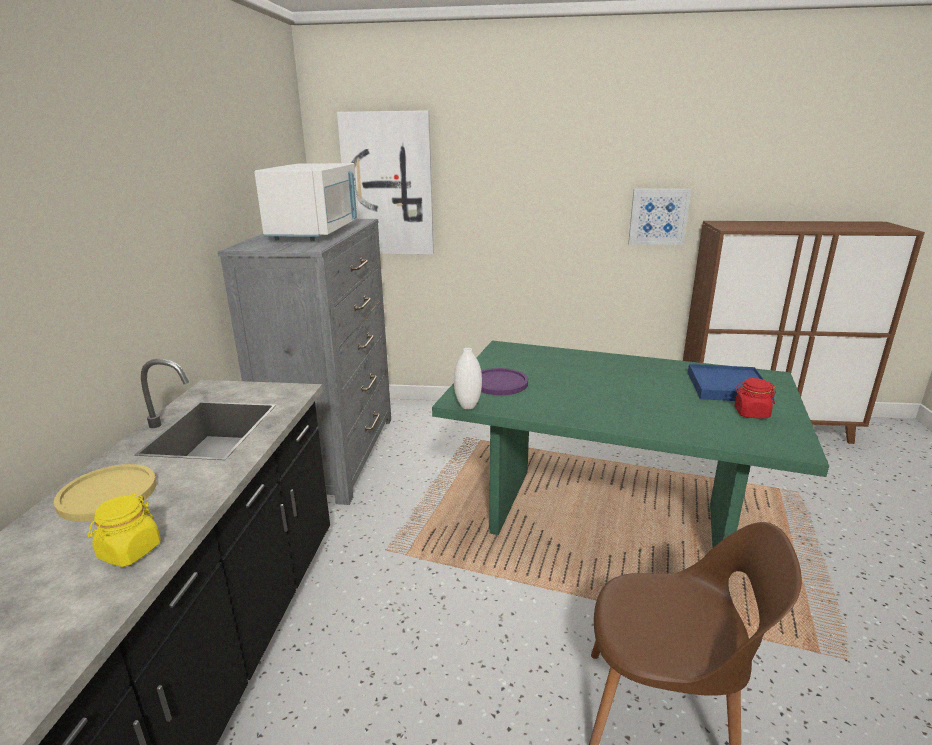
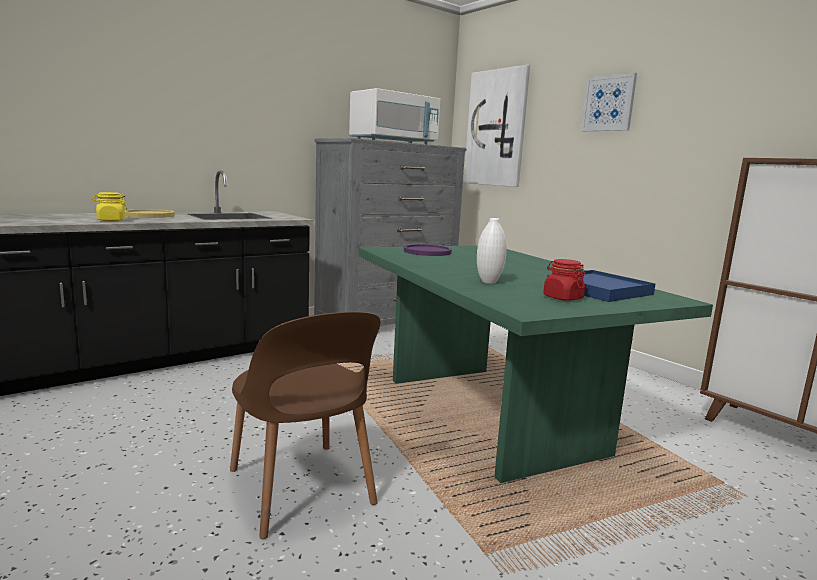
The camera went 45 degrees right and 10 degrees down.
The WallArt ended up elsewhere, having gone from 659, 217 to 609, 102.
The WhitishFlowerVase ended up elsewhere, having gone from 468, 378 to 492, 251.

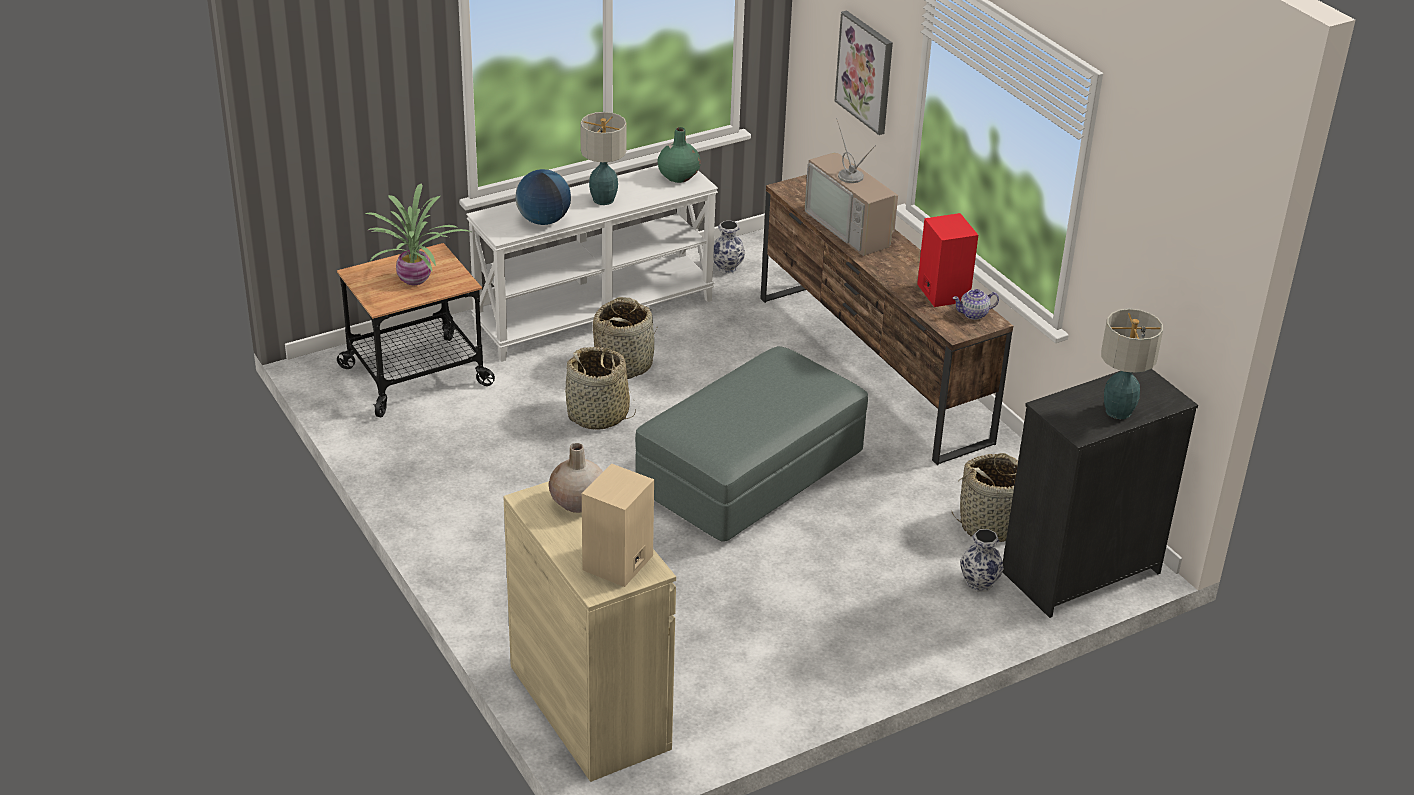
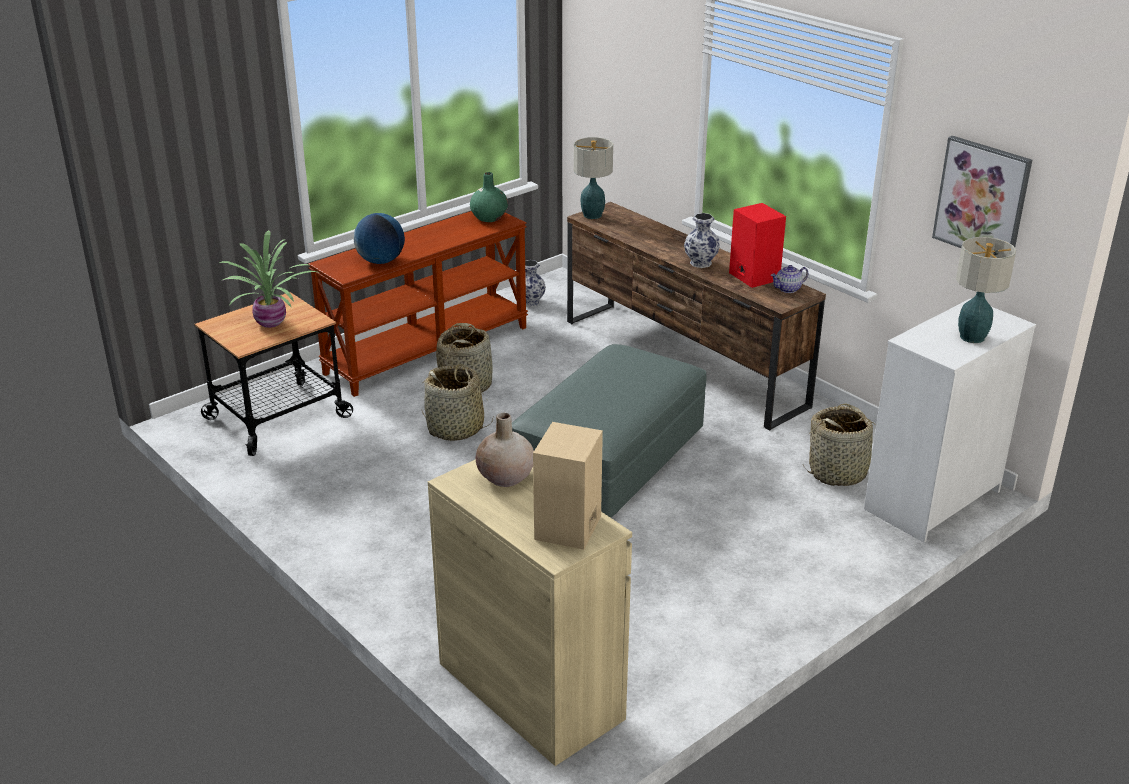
The camera went 10 degrees left and 5 degrees down.
The WallArt ended up elsewhere, having gone from 864, 72 to 982, 192.
The LampForATable ended up elsewhere, having gone from 603, 158 to 593, 178.
The second view lost the Television at 851, 187.
What was the WhitishNarrowTable at 592, 263 turned into the BrownishNarrowTable at 418, 304.
What was the BlackColouredDrawerChest at 1100, 493 turned into the WhitishDrawerChest at 950, 420.
The FlowerVase ended up elsewhere, having gone from 982, 560 to 702, 240.

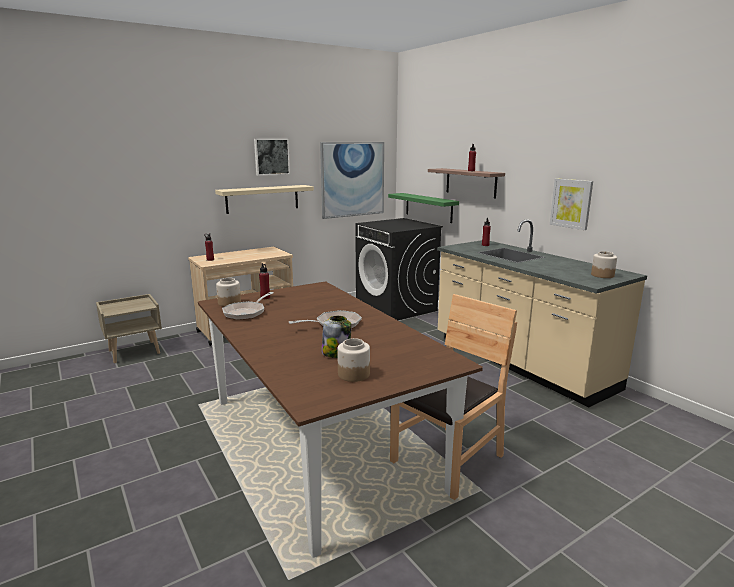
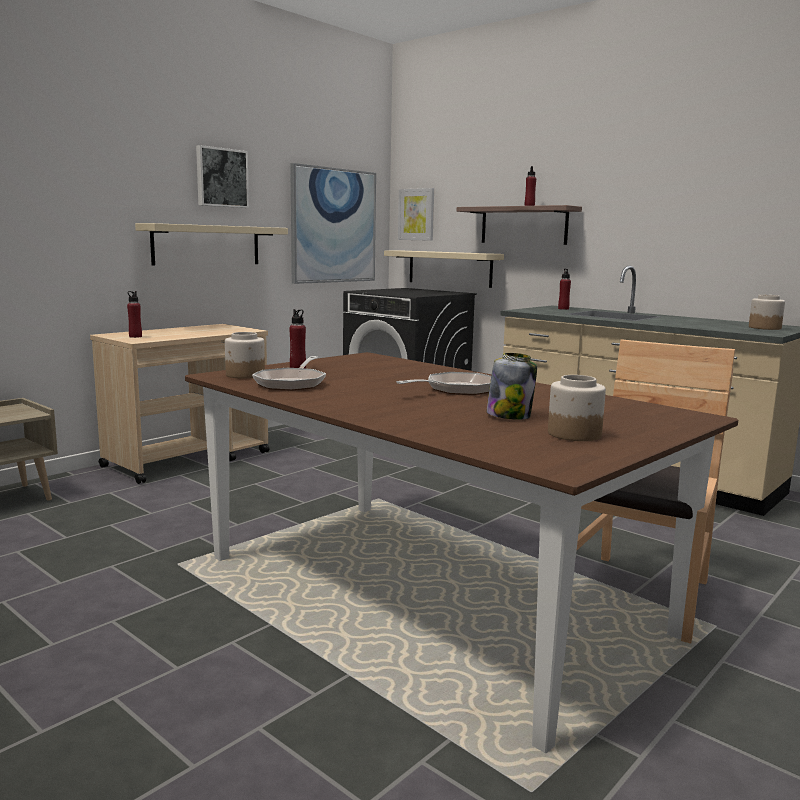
The camera went 15 degrees left and 5 degrees down.
The WallArt ended up elsewhere, having gone from 571, 204 to 416, 214.
What was the GreenColouredShelf at 423, 208 turned into the BeigeShelf at 444, 269.

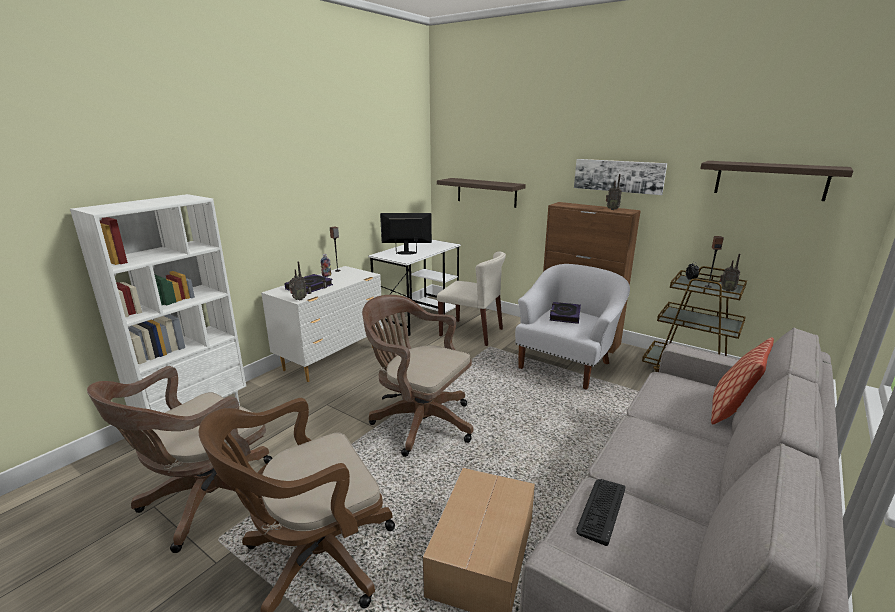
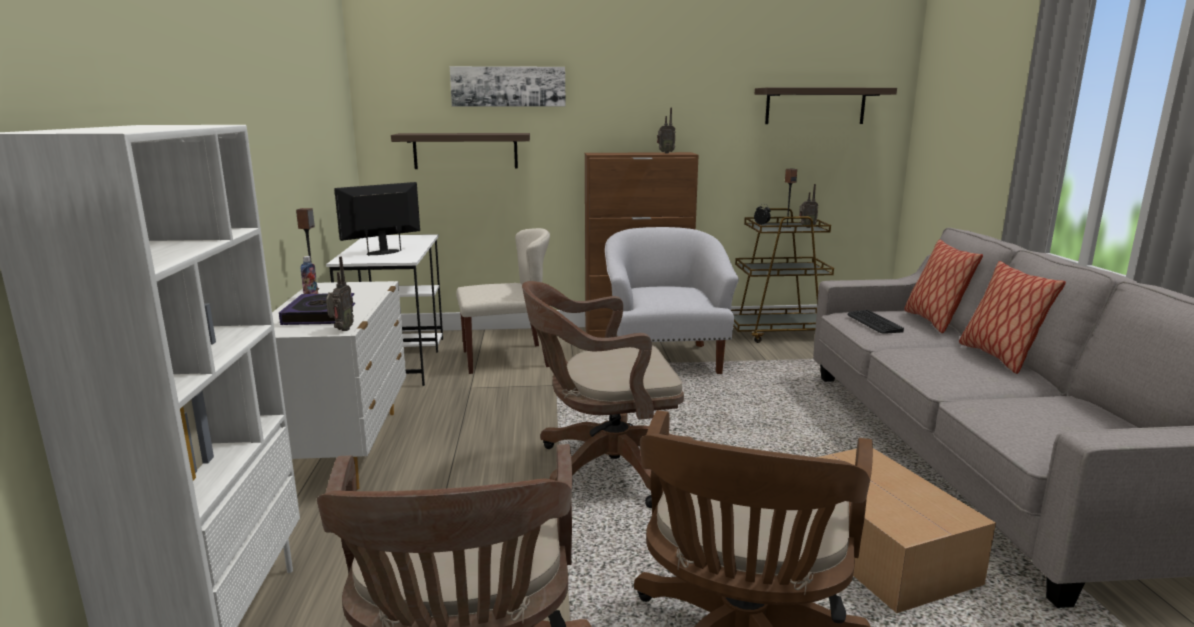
The camera went 40 degrees left and 5 degrees down.
The WallArt ended up elsewhere, having gone from 620, 177 to 508, 86.
The second view lost the Book at 565, 313.
The PcKeyboard ended up elsewhere, having gone from 600, 512 to 876, 322.
The second view gained the Cushion at 1012, 317.

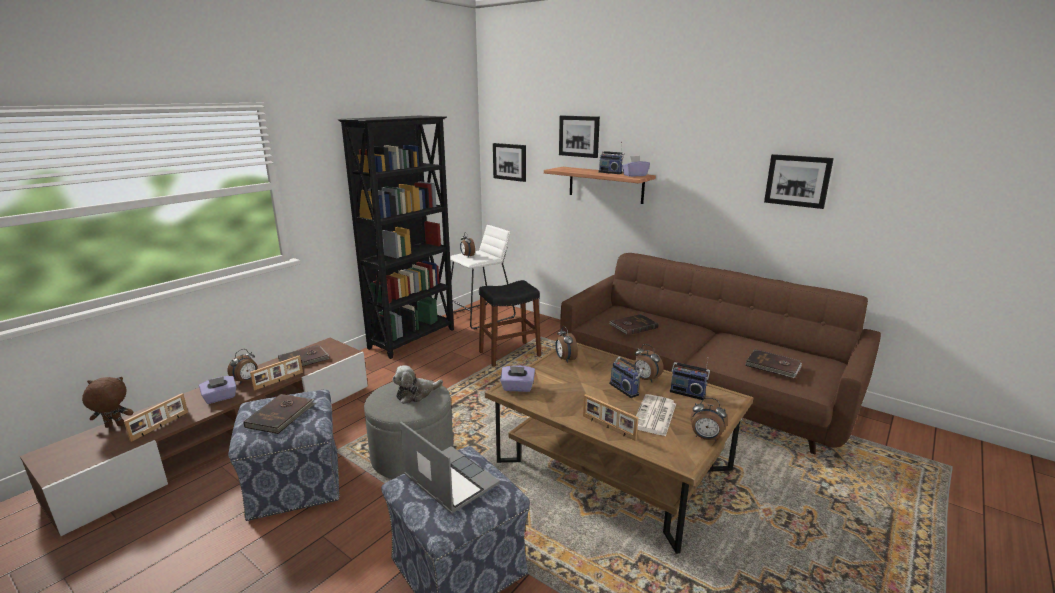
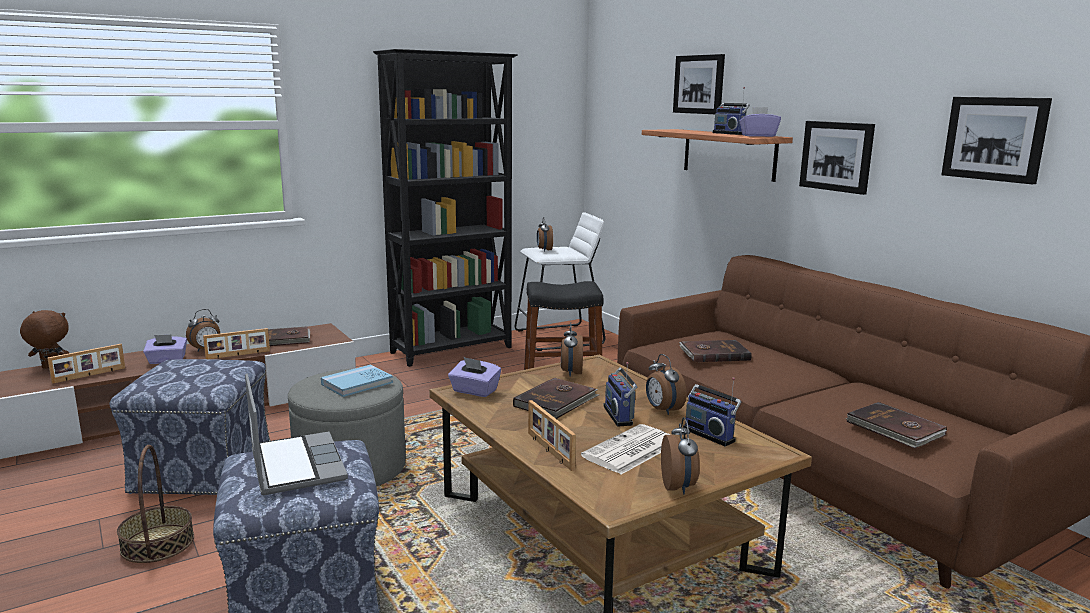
The camera went 20 degrees right and 5 degrees down.
The WallArt ended up elsewhere, having gone from 509, 162 to 837, 158.
Where the CuddlyToy stood at 417, 384, the BlueBook came to stand at 357, 381.
The BrownishBook ended up elsewhere, having gone from 279, 414 to 556, 398.
The TableClock at 709, 419 ended up facing another way, 135 degrees counterclockwise from before.
The second view gained the StorageBasket at 155, 504.

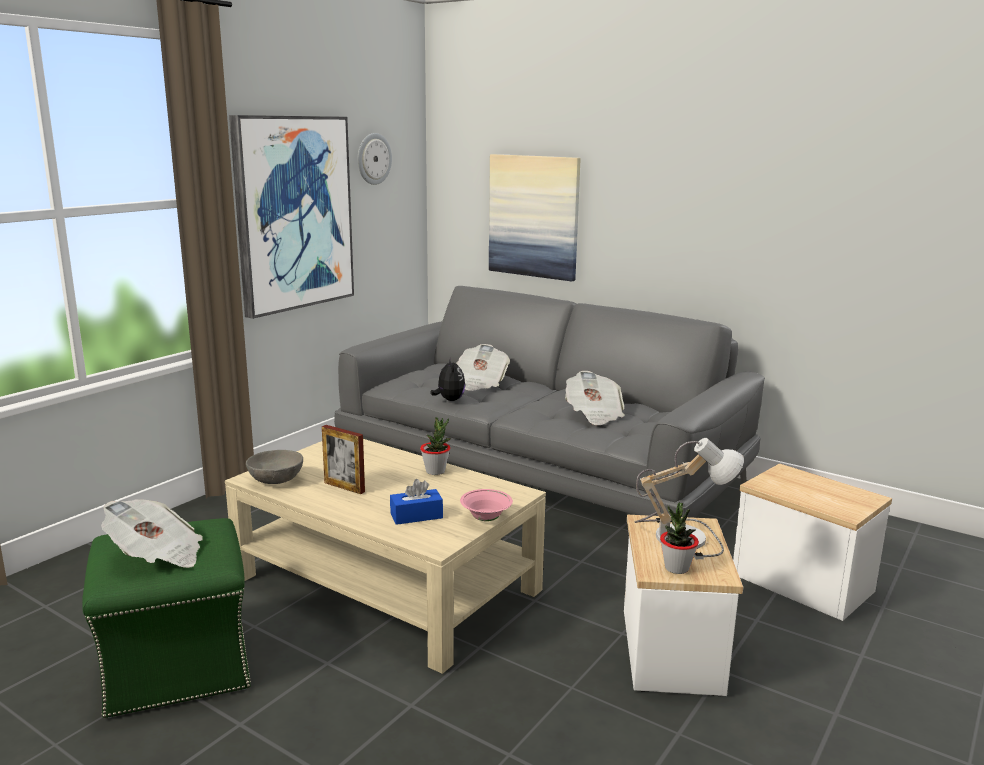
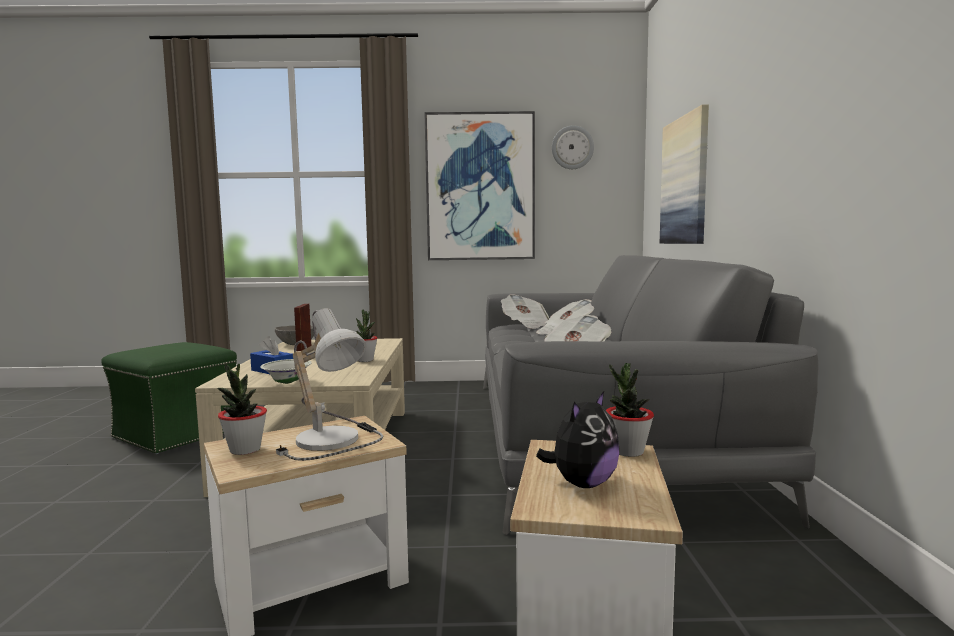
The camera went 55 degrees right and 10 degrees down.
The CuddlyToy ended up elsewhere, having gone from 448, 379 to 577, 439.
What was the PinkServingBowl at 486, 505 turned into the WhitishServingBowl at 286, 371.
The DailyPaper ended up elsewhere, having gone from 152, 533 to 525, 312.
The second view gained the PottedPlant at 630, 410.

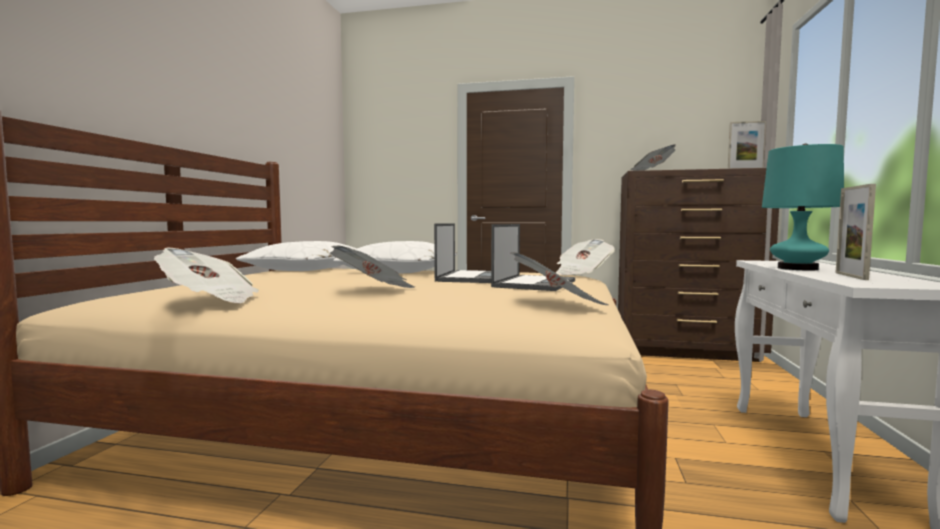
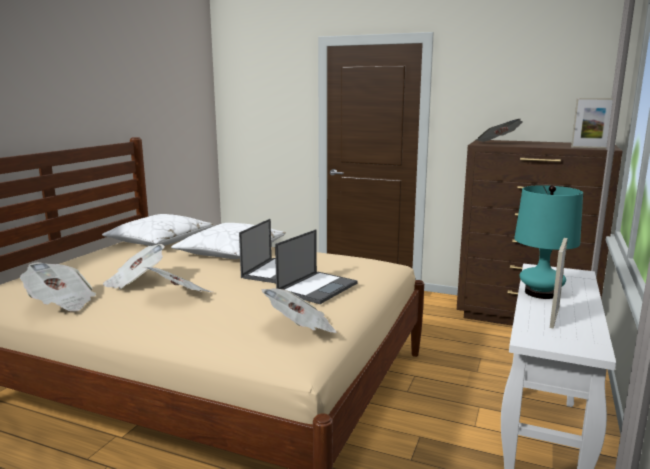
The camera went 10 degrees right and 10 degrees up.
The DailyPaper ended up elsewhere, having gone from 585, 257 to 134, 266.

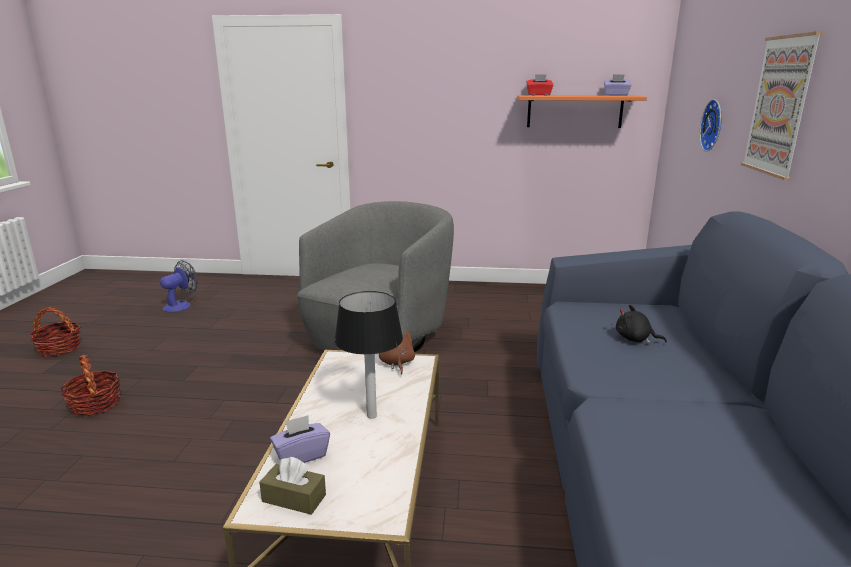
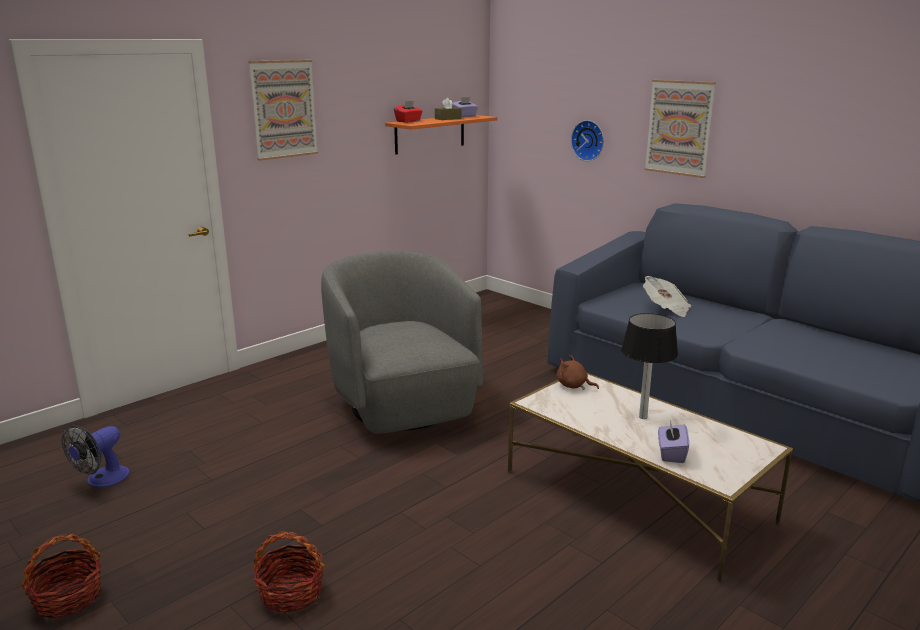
The camera went 50 degrees left and 0 degrees up.
The CoolingFan at 179, 286 ended up facing another way, 135 degrees counterclockwise from before.
Where the BlackColouredCuddlyToy stood at 641, 324, the DailyPaper came to stand at 667, 296.
The BrownishTissueHolder ended up elsewhere, having gone from 292, 486 to 448, 109.
The second view gained the WallArt at 283, 110.

